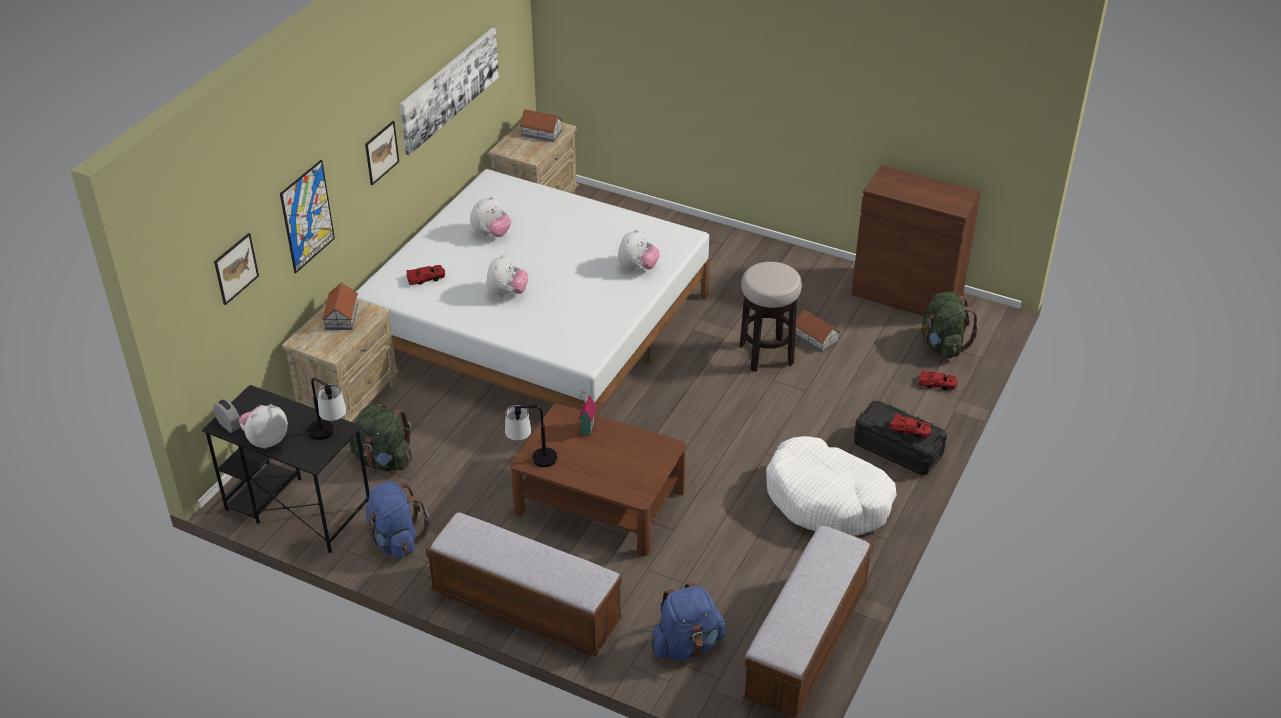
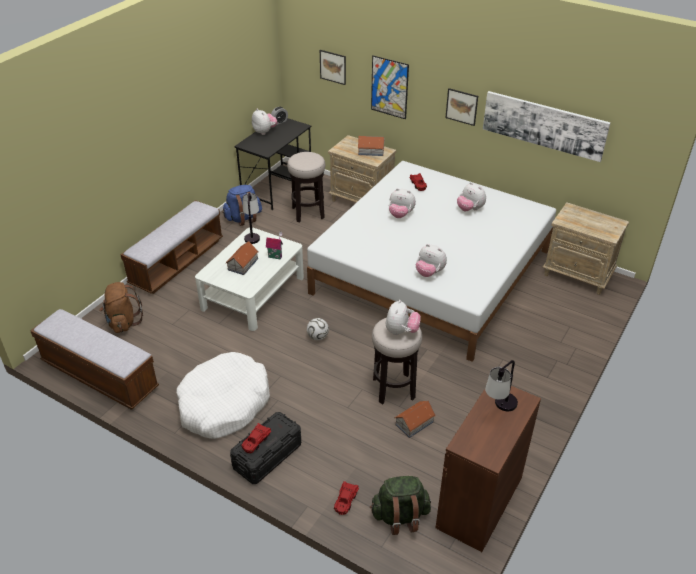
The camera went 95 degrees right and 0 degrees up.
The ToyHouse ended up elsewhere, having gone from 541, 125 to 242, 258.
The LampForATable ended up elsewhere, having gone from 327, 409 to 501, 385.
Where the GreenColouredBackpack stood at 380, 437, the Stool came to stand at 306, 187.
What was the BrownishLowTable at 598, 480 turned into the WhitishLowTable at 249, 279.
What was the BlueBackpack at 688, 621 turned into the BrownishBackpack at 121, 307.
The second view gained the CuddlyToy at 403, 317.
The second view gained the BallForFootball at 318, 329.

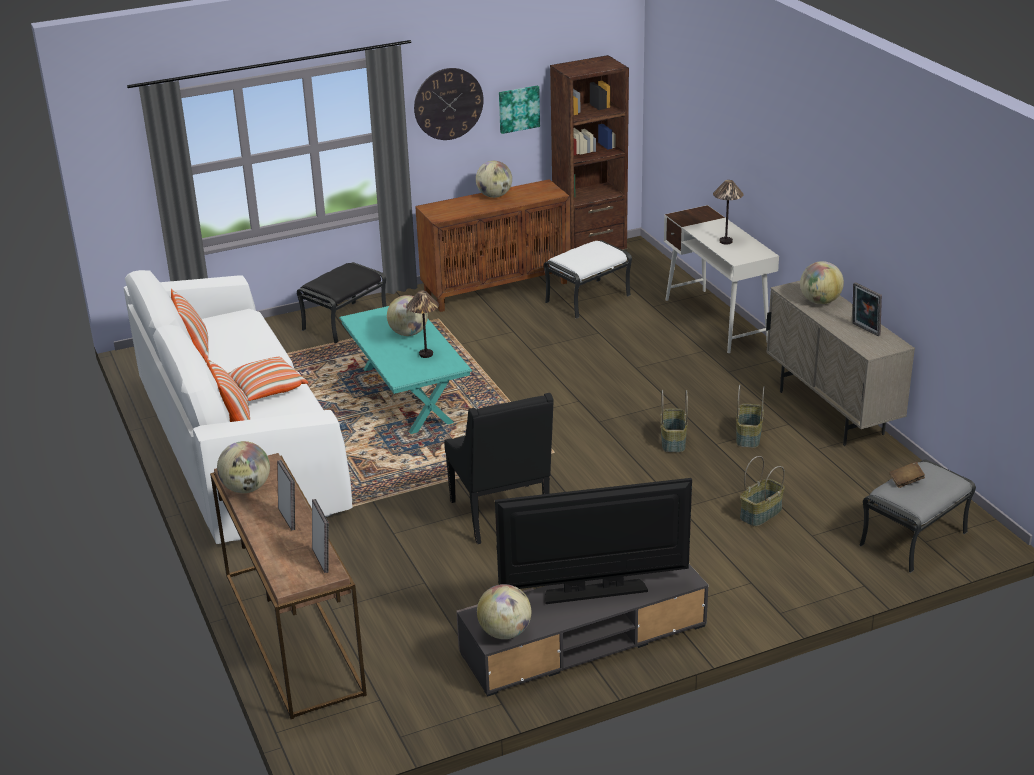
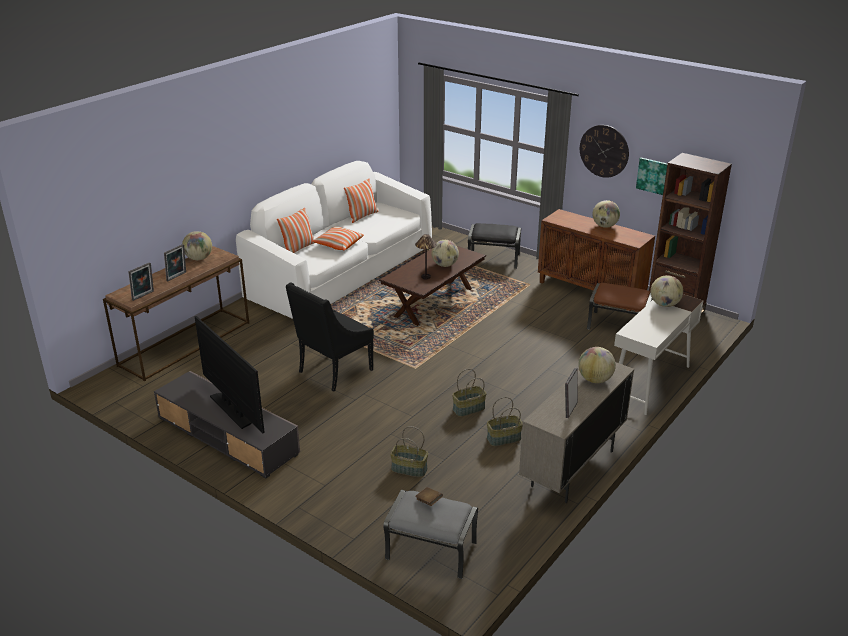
The camera went 60 degrees right and 0 degrees up.
The second view lost the LampForATable at 728, 212.
What was the WhitishPouffe at 588, 279 turned into the BrownishPouffe at 620, 306.
What was the BlueGreenLowTable at 405, 370 turned into the BrownishLowTable at 432, 286.
The WorldGlobe ended up elsewhere, having gone from 504, 611 to 667, 291.

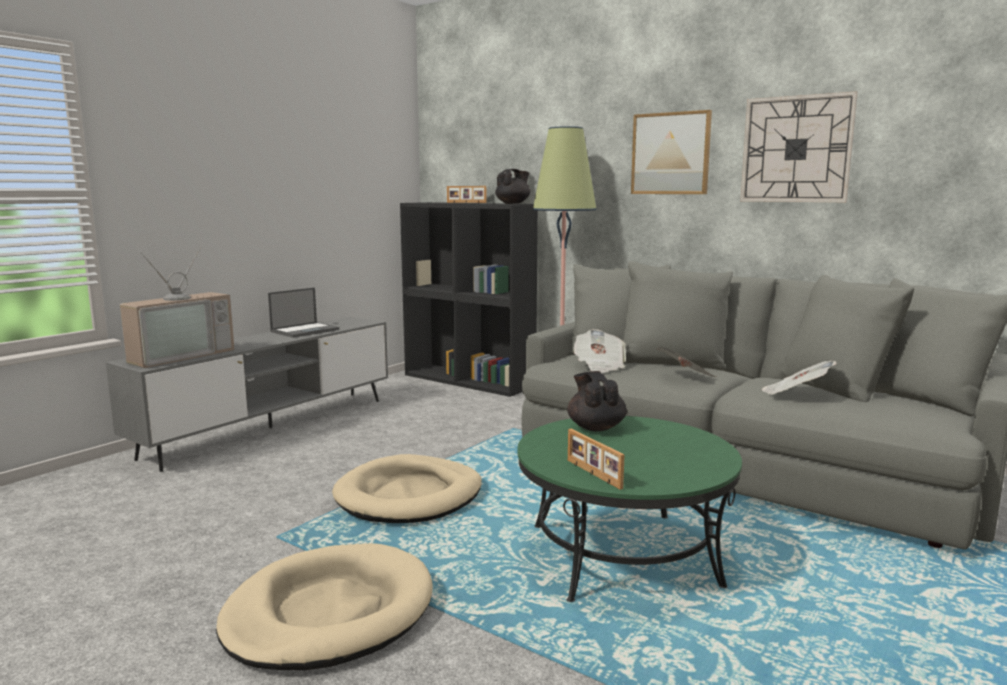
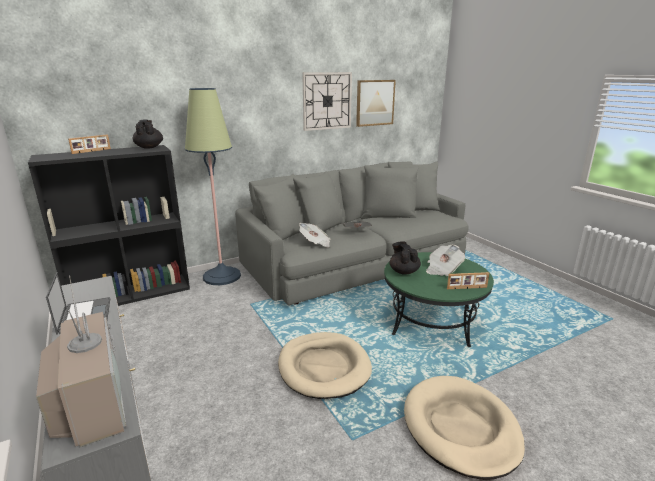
The camera went 65 degrees left and 10 degrees up.
The WallArt ended up elsewhere, having gone from 671, 152 to 376, 103.
The DailyPaper ended up elsewhere, having gone from 799, 378 to 445, 260.
The BlackColouredTeaPot at 597, 401 ended up facing another way, 60 degrees clockwise from before.

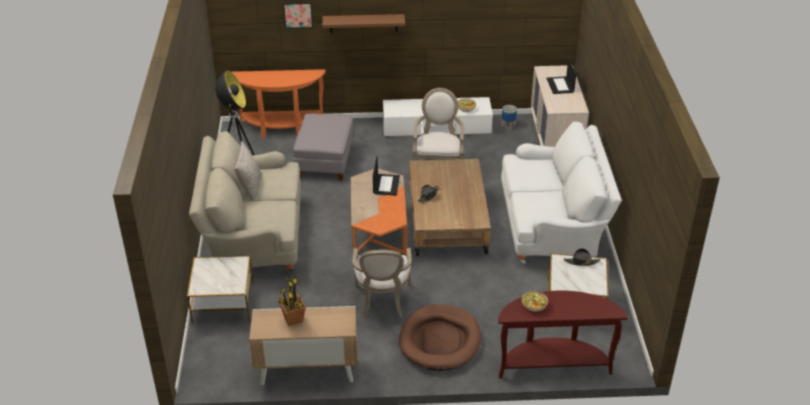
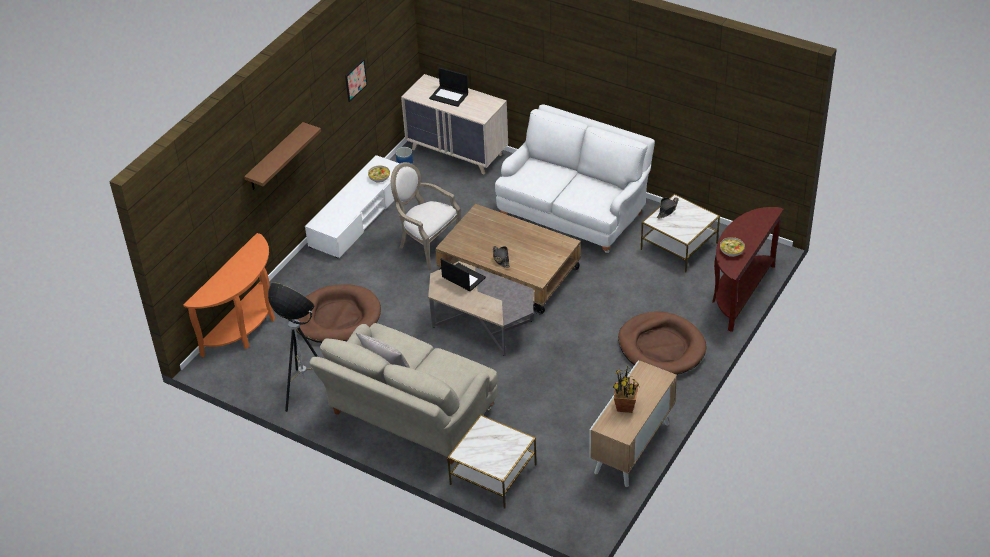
The camera went 55 degrees left and 5 degrees up.
The WallArt ended up elsewhere, having gone from 298, 15 to 356, 80.
Where the GrayPouffe stood at 323, 147, the BrownishDogCushion came to stand at 336, 314.
What was the OrangeyLowTable at 379, 211 turned into the GrayLowTable at 481, 308.
The second view lost the EasyChair at 382, 283.

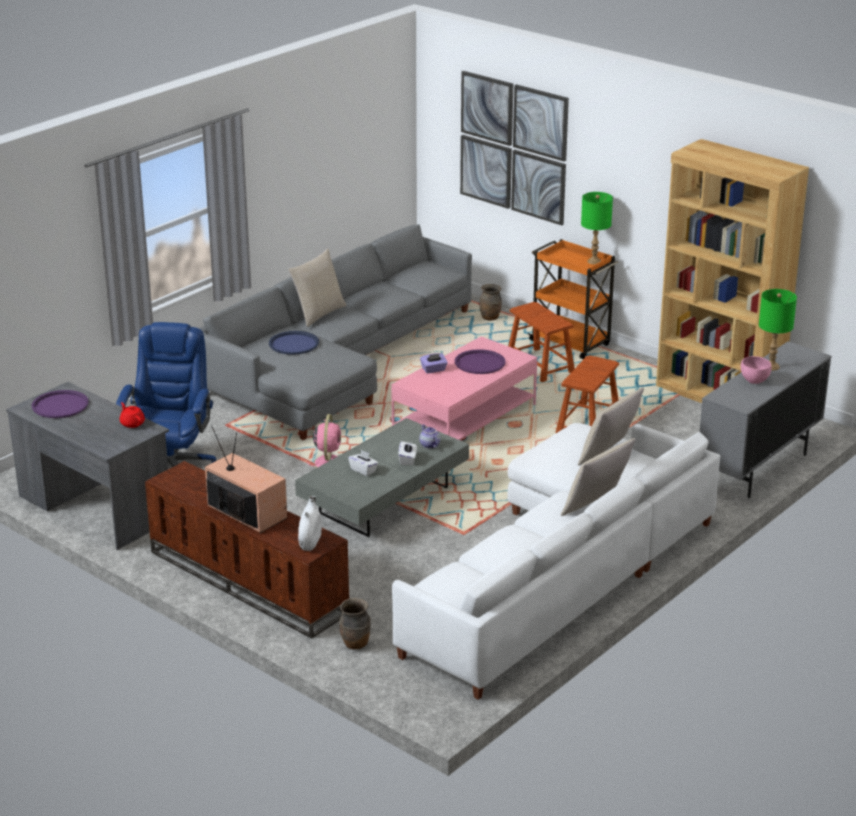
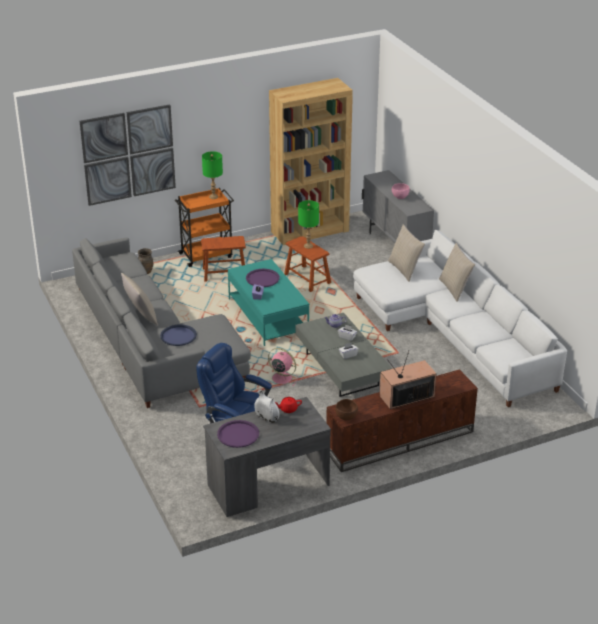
The camera went 65 degrees left and 5 degrees up.
The GreenColouredLampForATable ended up elsewhere, having gone from 778, 330 to 308, 224.
What was the PinkLowTable at 464, 388 turned into the BlueGreenLowTable at 268, 302.
The WhitishFlowerVase ended up elsewhere, having gone from 310, 523 to 266, 406.
The second view lost the BrownishFlowerVase at 355, 623.
The second view gained the BrownishServingBowl at 346, 409.

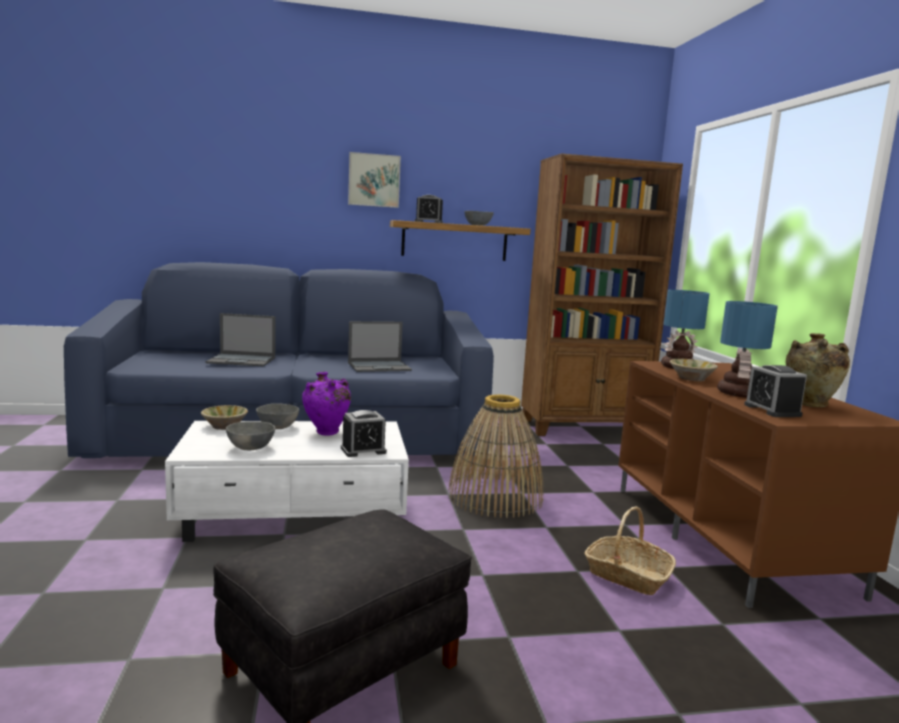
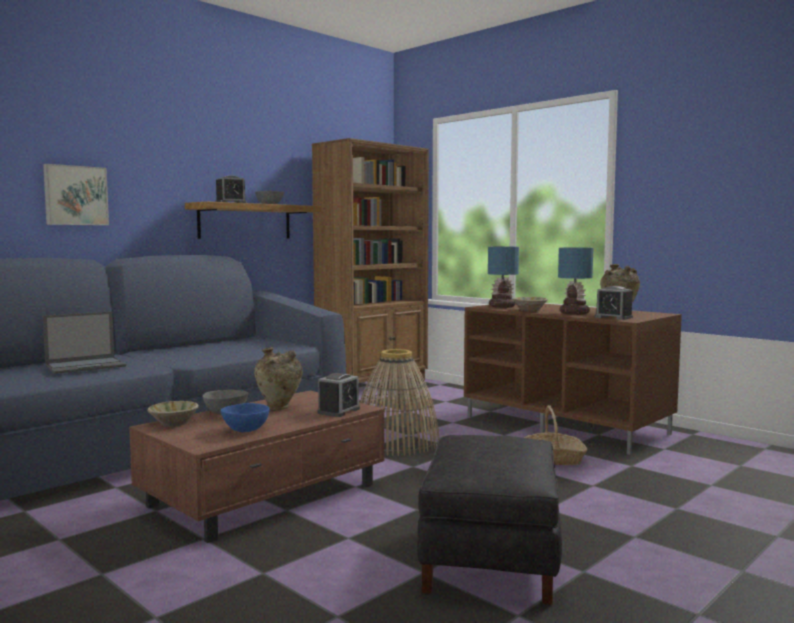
The camera went 35 degrees left and 5 degrees down.
The WallArt ended up elsewhere, having gone from 374, 180 to 76, 194.
The second view lost the NotebookComputer at 380, 346.
What was the PurpleFlowerVase at 326, 404 turned into the BeigeFlowerVase at 278, 378.
What was the WhitishLowTable at 287, 481 turned into the BrownishLowTable at 256, 467.
What was the GrayServingBowl at 250, 435 turned into the BlueServingBowl at 245, 417.

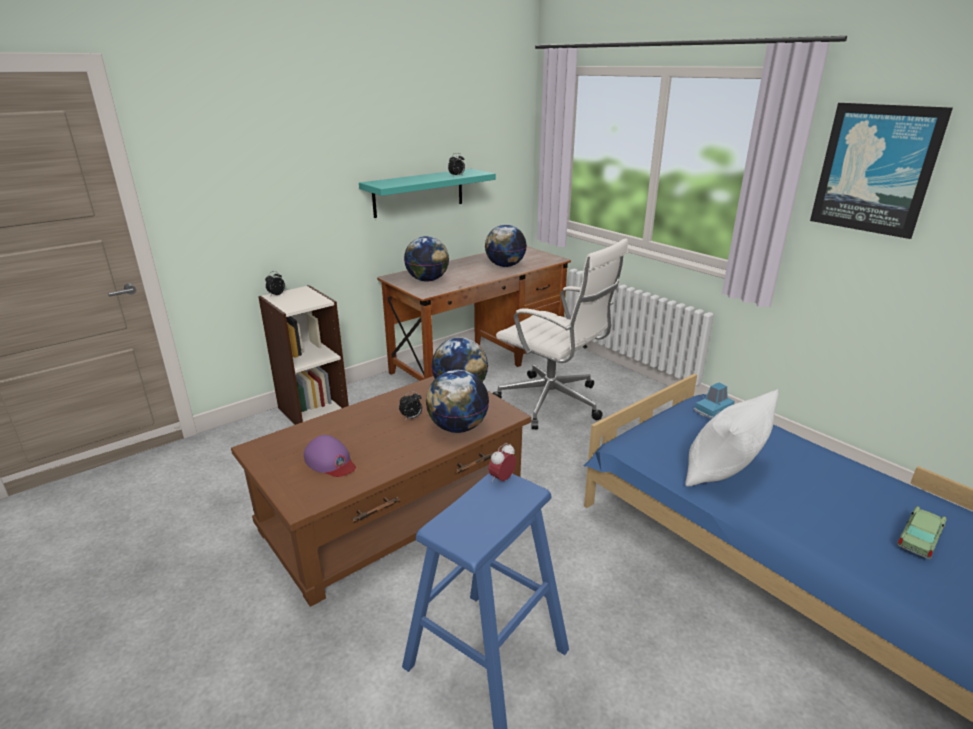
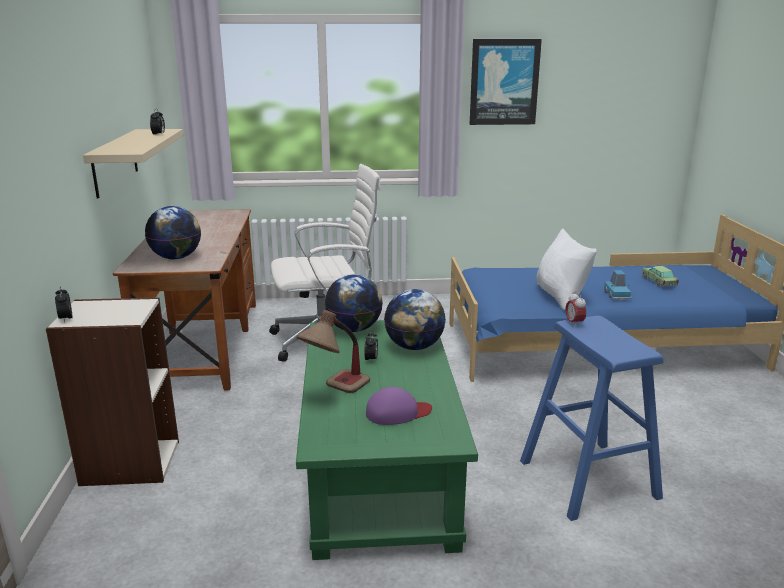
The camera went 55 degrees left and 5 degrees down.
What was the BlueGreenShelf at 427, 193 turned into the BeigeShelf at 133, 163.
The second view lost the WorldGlobe at 506, 246.
What was the BrownishLowTable at 381, 491 turned into the GreenColouredLowTable at 387, 440.
The BlueMiniatureCar ended up elsewhere, having gone from 713, 401 to 618, 285.
The second view gained the LampForATable at 333, 351.

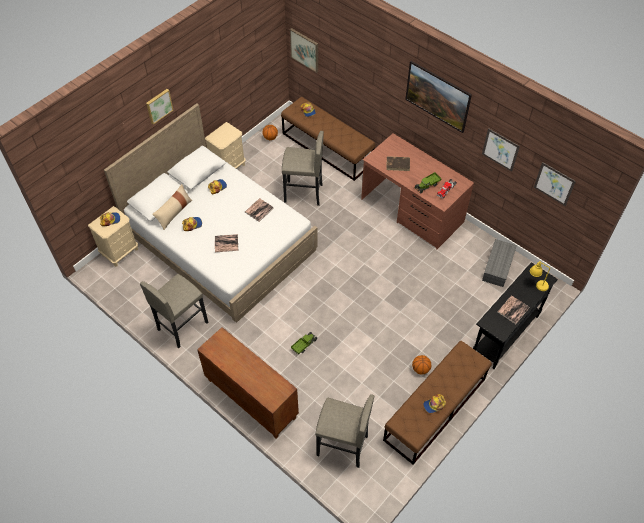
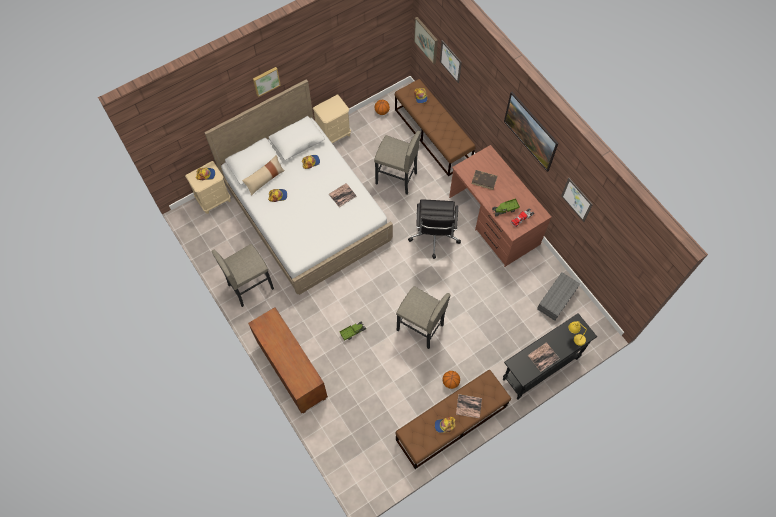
The camera went 15 degrees right and 10 degrees up.
The WallArt ended up elsewhere, having gone from 555, 184 to 451, 61.
The Book ended up elsewhere, having gone from 226, 243 to 469, 406.
The GrayStool ended up elsewhere, having gone from 344, 431 to 423, 317.
The second view gained the BlackColouredOfficeChair at 434, 229.

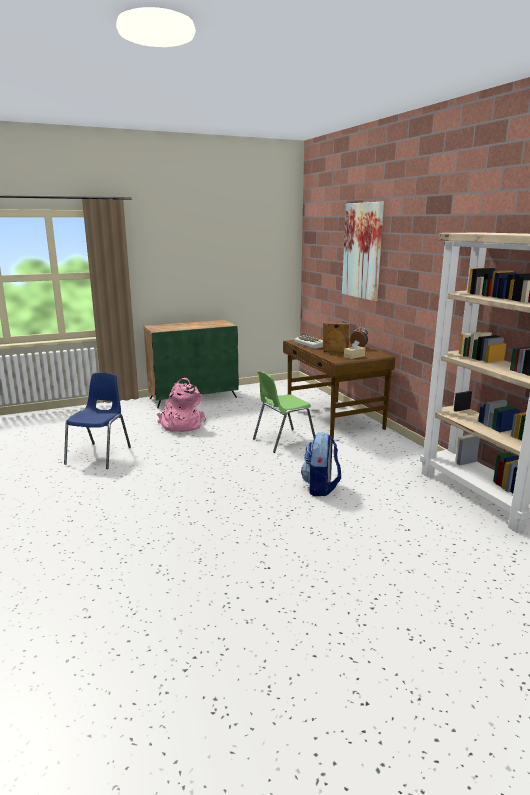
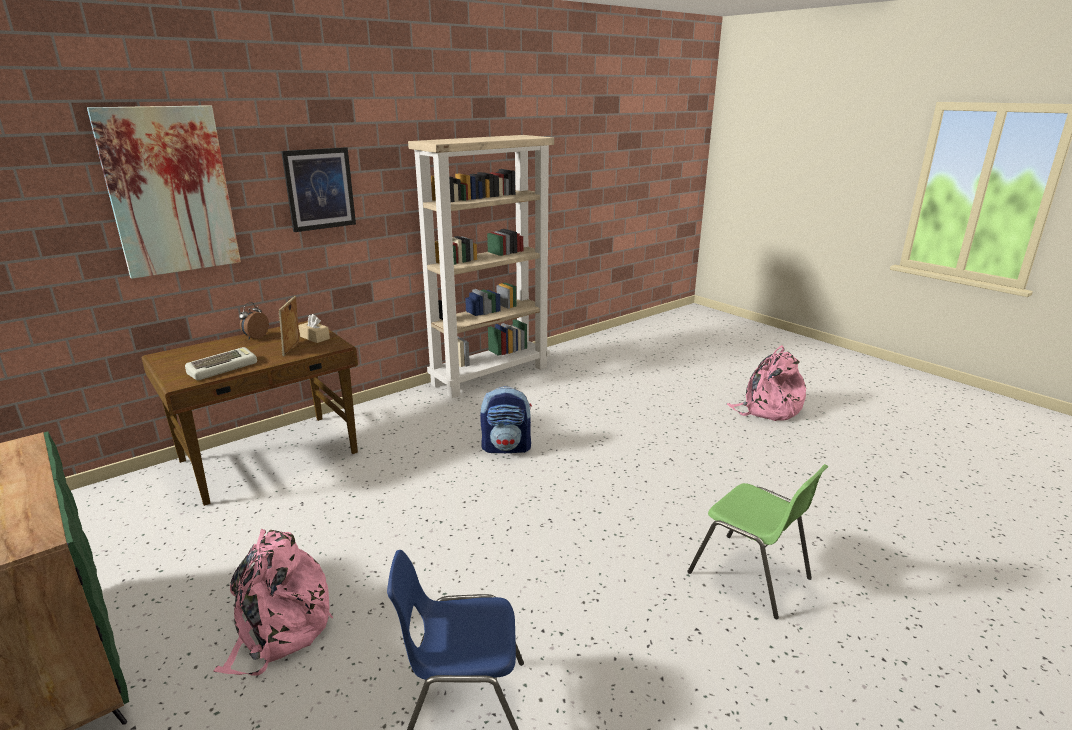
The camera went 105 degrees left and 5 degrees up.
The GreenColouredUprightChair ended up elsewhere, having gone from 284, 412 to 758, 541.
The second view gained the WallArt at 318, 189.
The second view gained the PinkBackpack at 766, 383.

